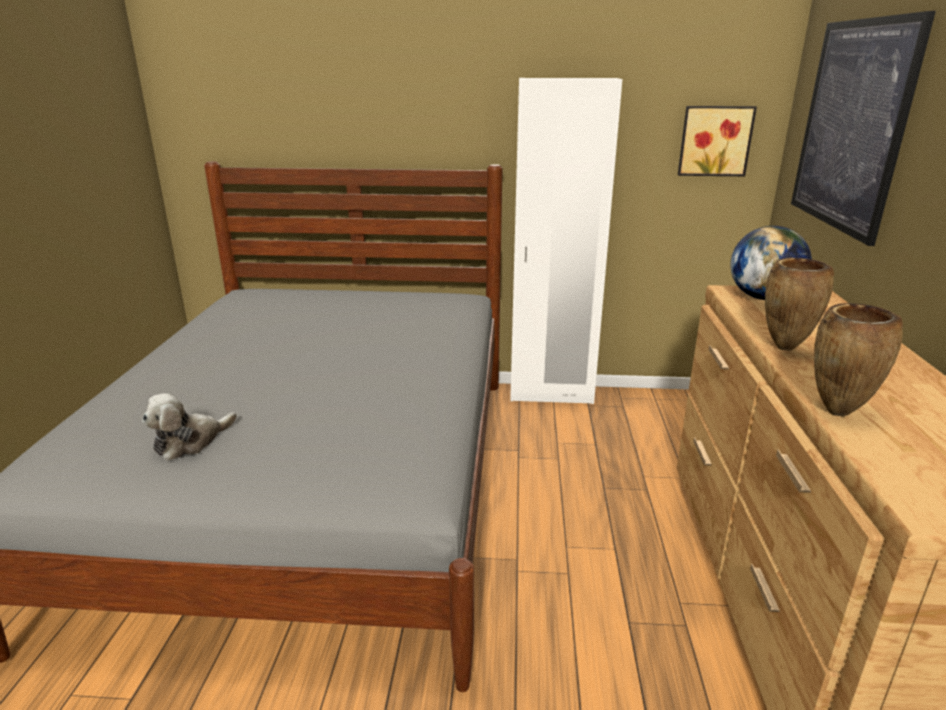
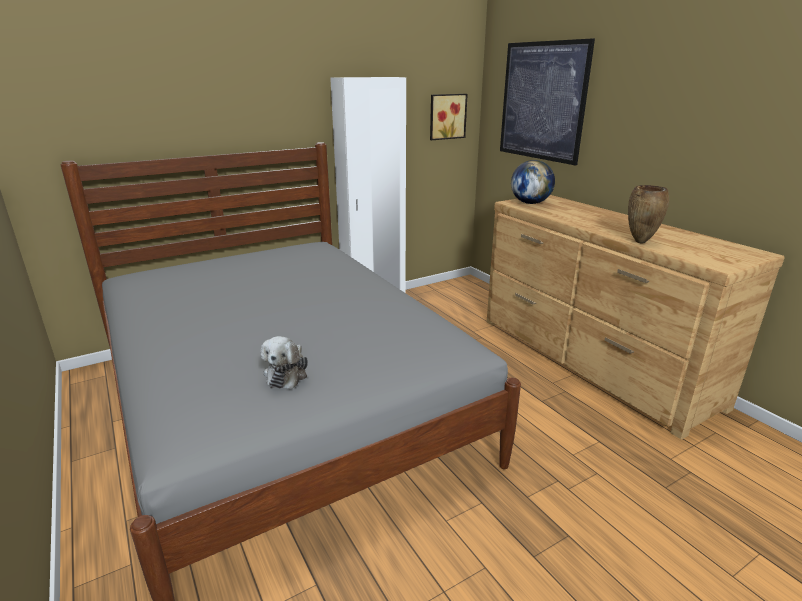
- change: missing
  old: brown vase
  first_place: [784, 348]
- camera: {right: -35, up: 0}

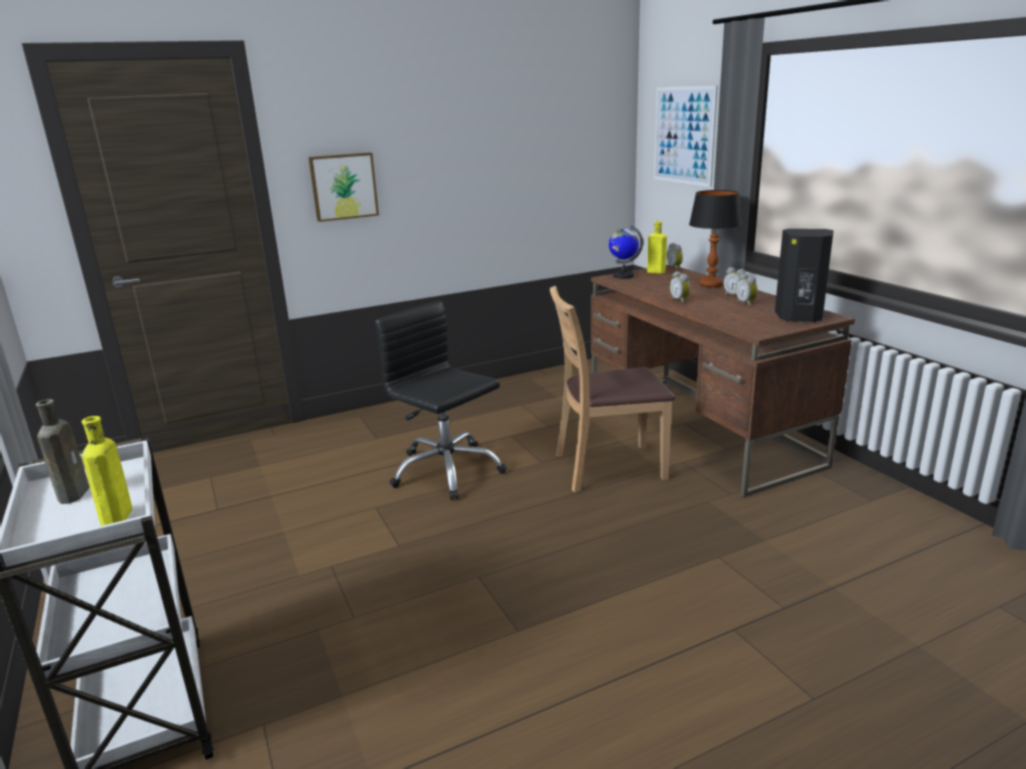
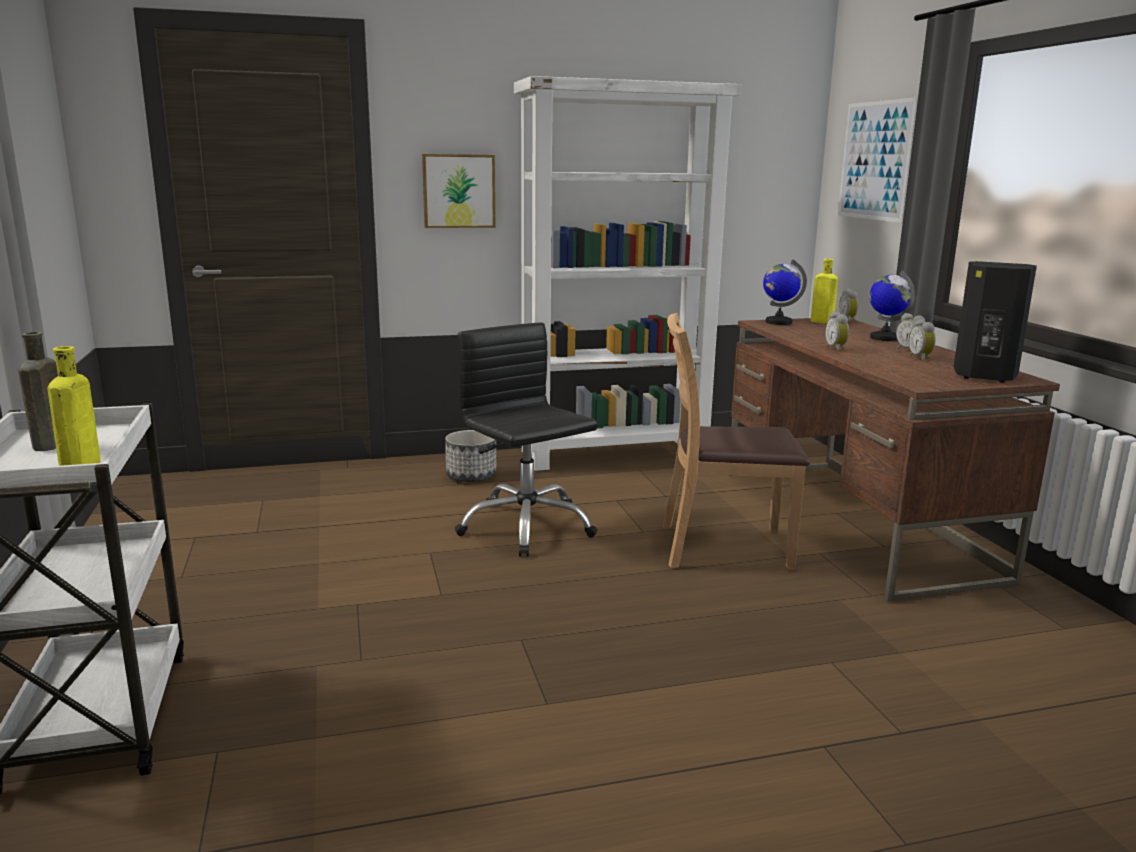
- change: appeared
  new: planter
  second_place: [471, 476]
- change: appeared
  new: white bookcase
  second_place: [615, 453]
- change: exchanged
  old: table lamp
  new: globe
  first_place: [710, 285]
  second_place: [885, 338]
- camera: {right: 10, up: -5}

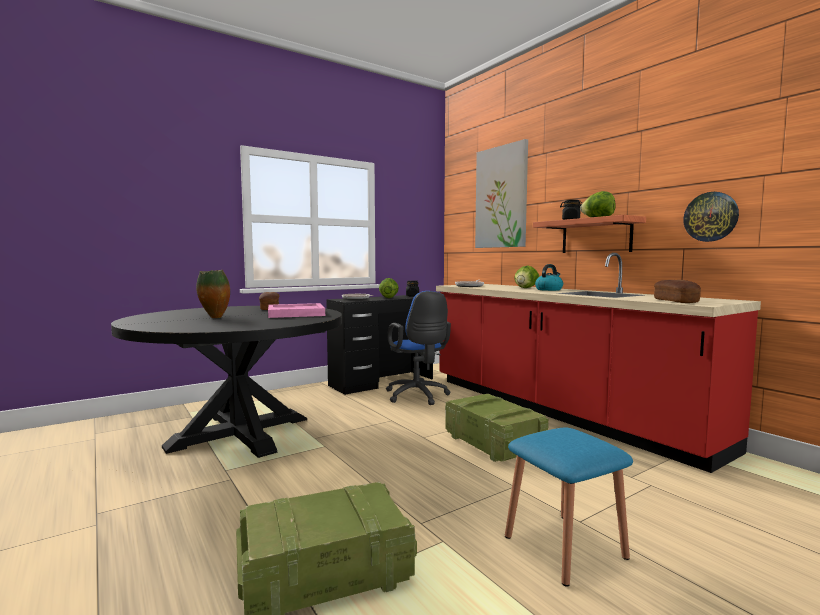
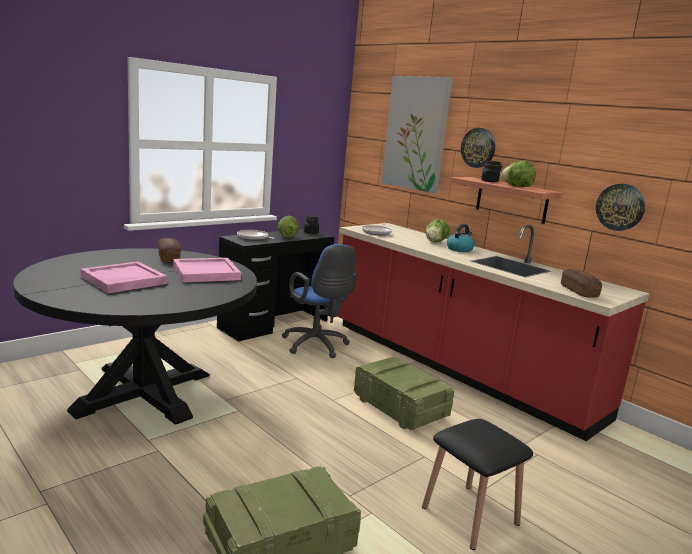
- change: exchanged
  old: vase
  new: pink tray
  first_place: [214, 318]
  second_place: [123, 280]
- change: colour
  old: blue stool
  new: black stool
  first_place: [564, 546]
  second_place: [470, 515]
- change: appeared
  new: wall clock
  second_place: [478, 147]
- camera: {right: -10, up: 10}

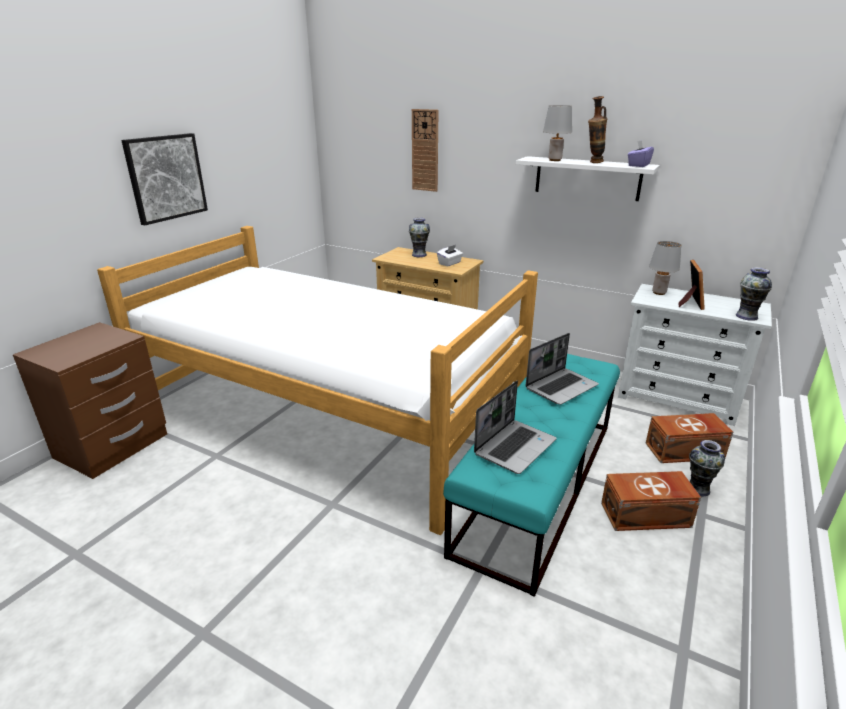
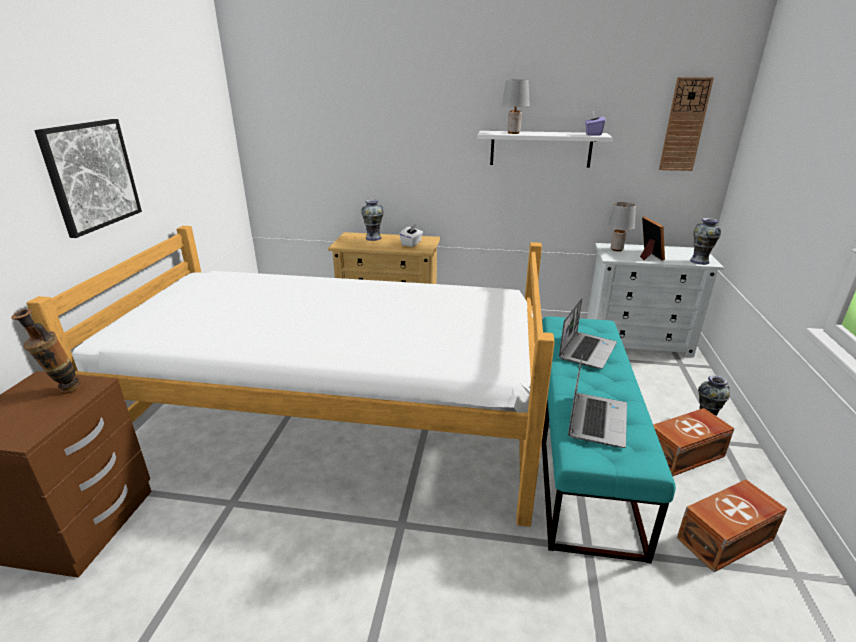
- change: relocated
  old: vase
  first_place: [593, 162]
  second_place: [63, 391]
- change: relocated
  old: wall clock
  first_place: [425, 150]
  second_place: [684, 125]
- change: relocated
  old: brown storage box
  first_place: [685, 451]
  second_place: [727, 539]
- camera: {right: -20, up: 0}

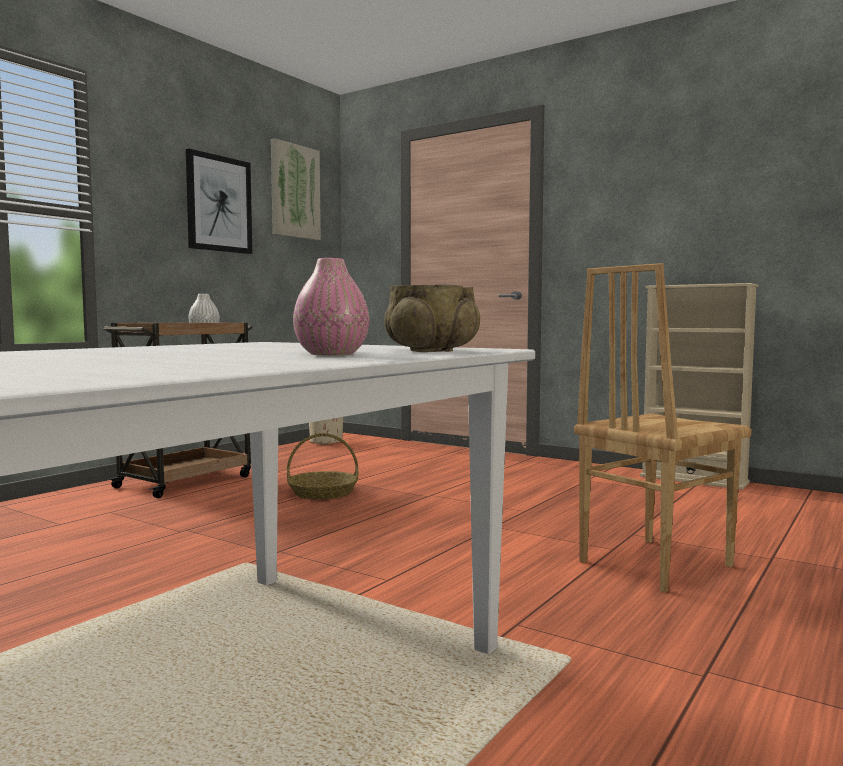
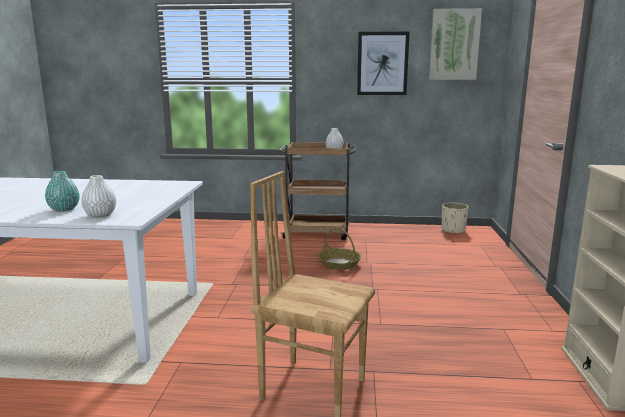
- change: colour
  old: pink vase
  new: turquoise vase
  first_place: [332, 354]
  second_place: [64, 209]
- change: exchanged
  old: beige bowl
  new: white vase
  first_place: [431, 351]
  second_place: [100, 215]
- camera: {right: 60, up: 10}

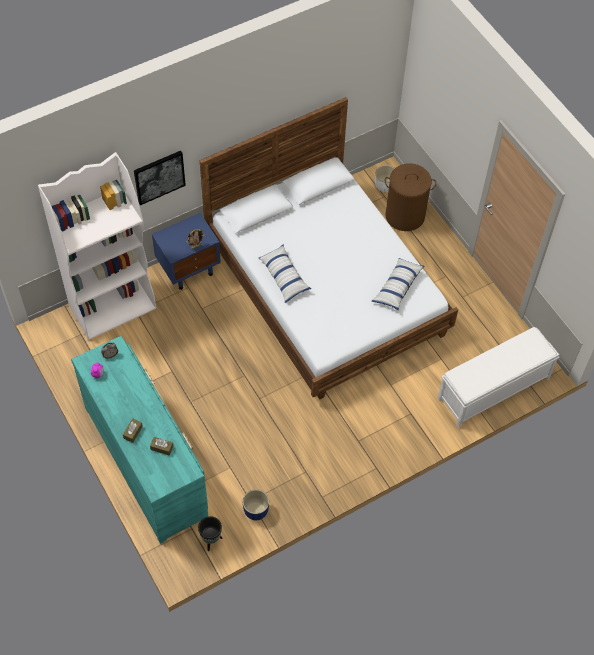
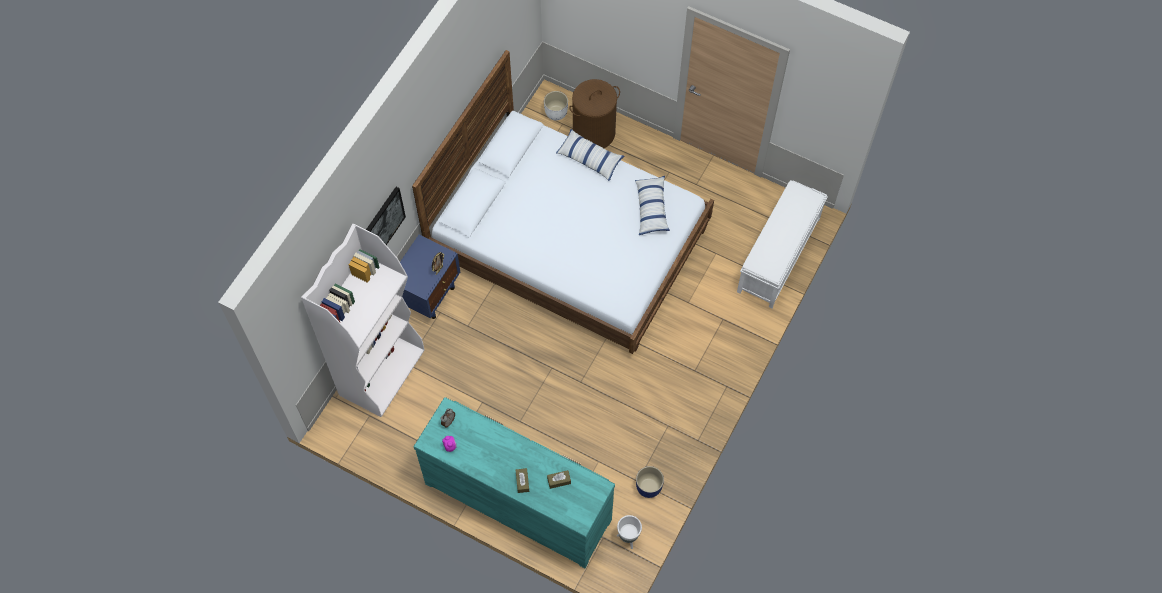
- change: relocated
  old: pillow
  first_place: [284, 277]
  second_place: [589, 158]
- change: colour
  old: black planter
  new: white planter
  first_place: [211, 540]
  second_place: [628, 538]
- camera: {right: -30, up: 5}

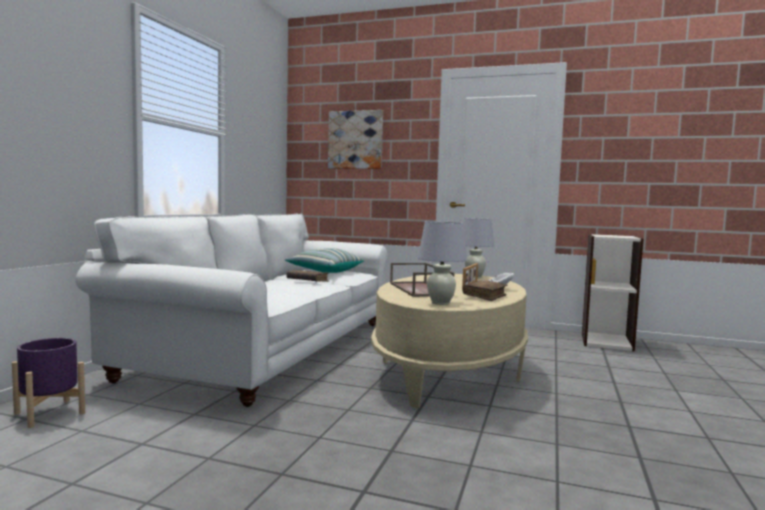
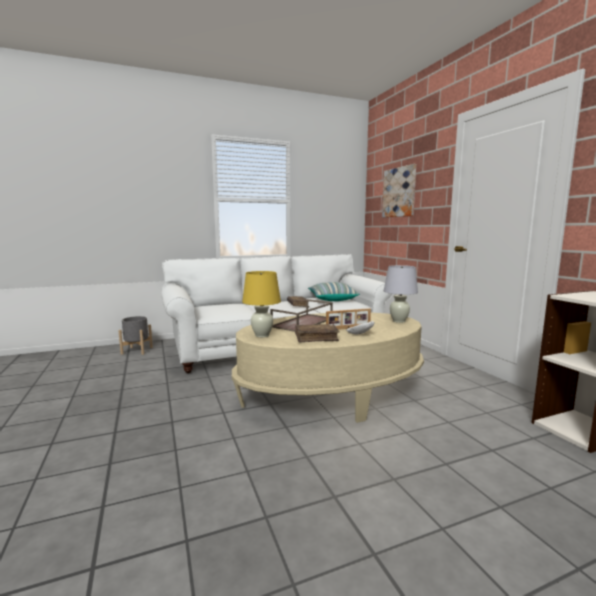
- change: colour
  old: purple planter
  new: grey planter
  first_place: [49, 413]
  second_place: [136, 350]
- change: colour
  old: white table lamp
  new: yellow table lamp
  first_place: [440, 303]
  second_place: [262, 335]
- camera: {right: 50, up: 5}

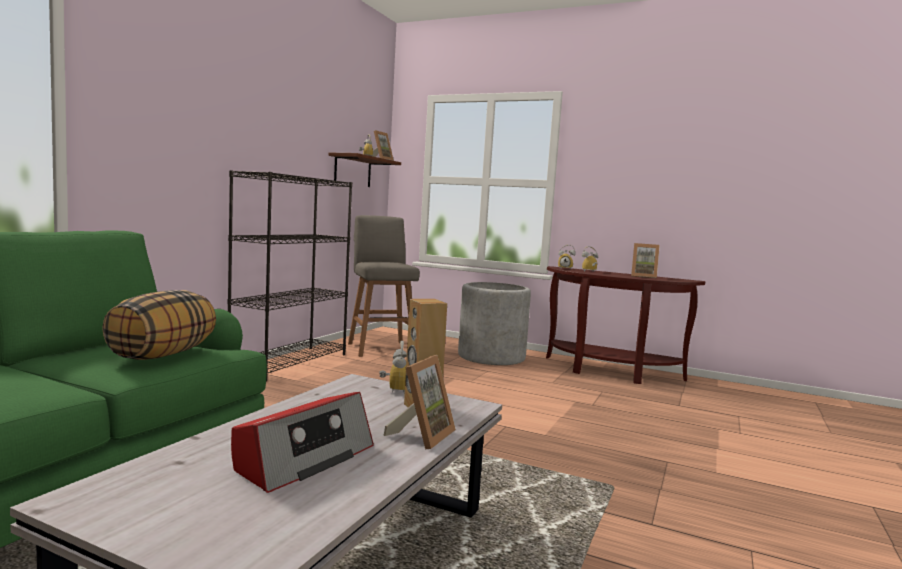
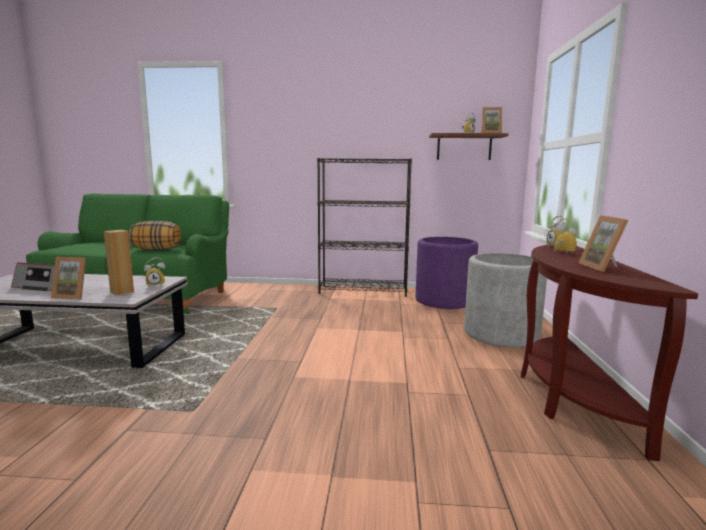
- change: exchanged
  old: grey stool
  new: purple planter
  first_place: [380, 348]
  second_place: [444, 300]
- camera: {right: 70, up: 5}

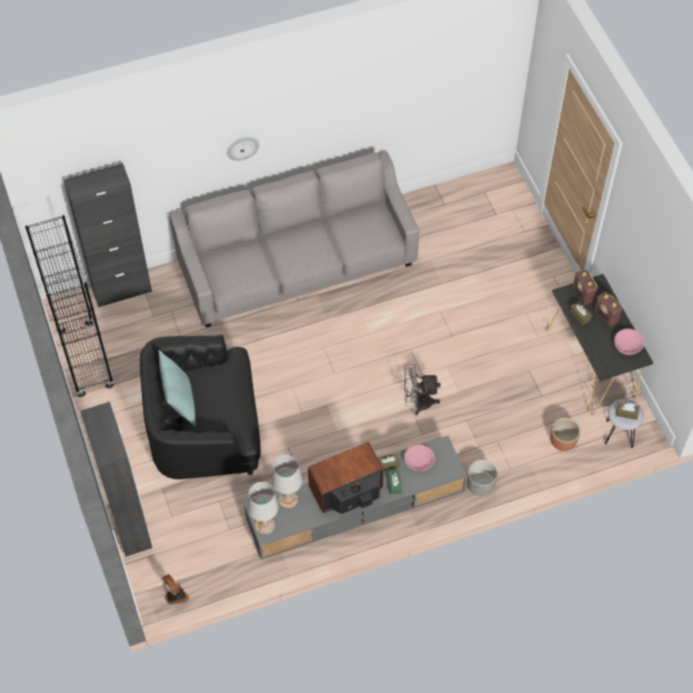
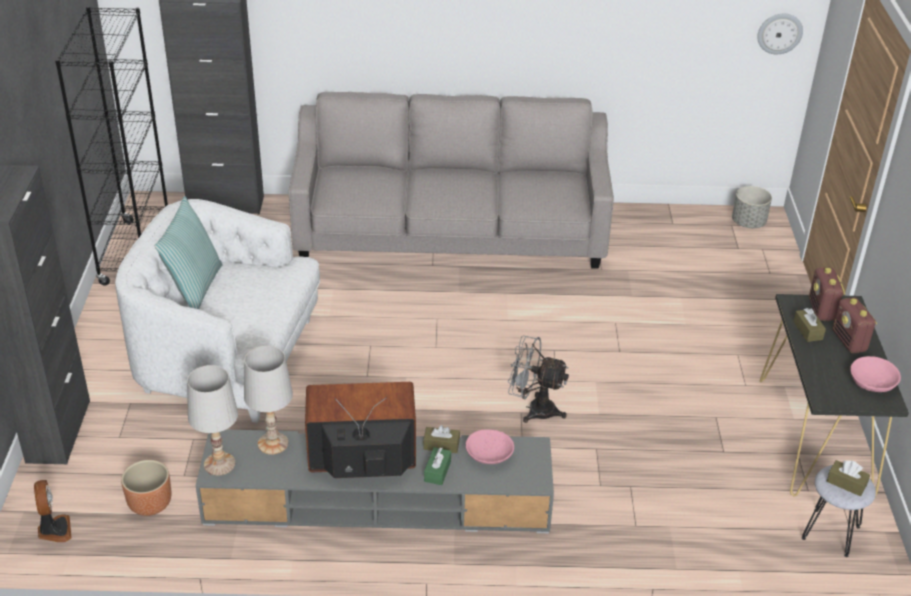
- change: colour
  old: black armchair
  new: white armchair
  first_place: [205, 431]
  second_place: [228, 360]
- change: relocated
  old: brown planter
  first_place: [562, 442]
  second_place: [149, 504]
- change: relocated
  old: grey planter
  first_place: [480, 485]
  second_place: [748, 223]
- change: relocated
  old: wall clock
  first_place: [242, 148]
  second_place: [779, 33]
- camera: {right: 20, up: -20}

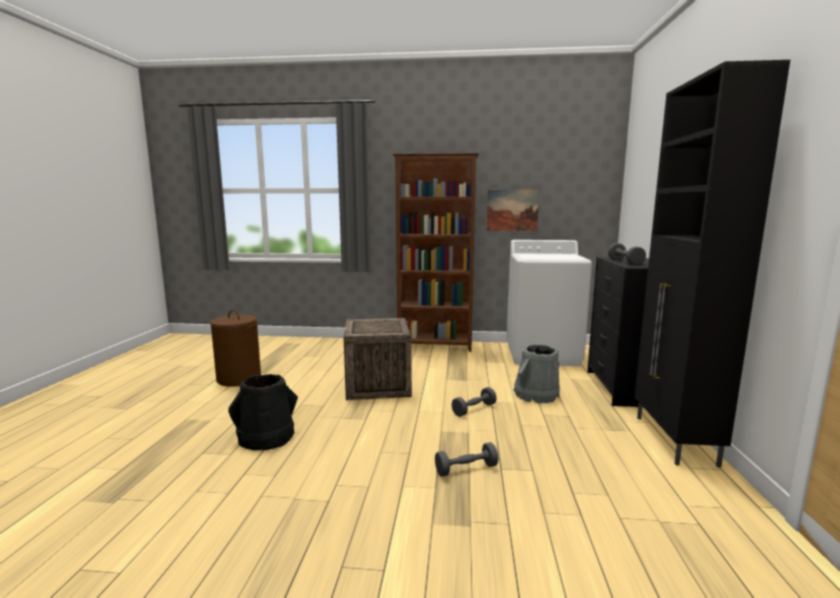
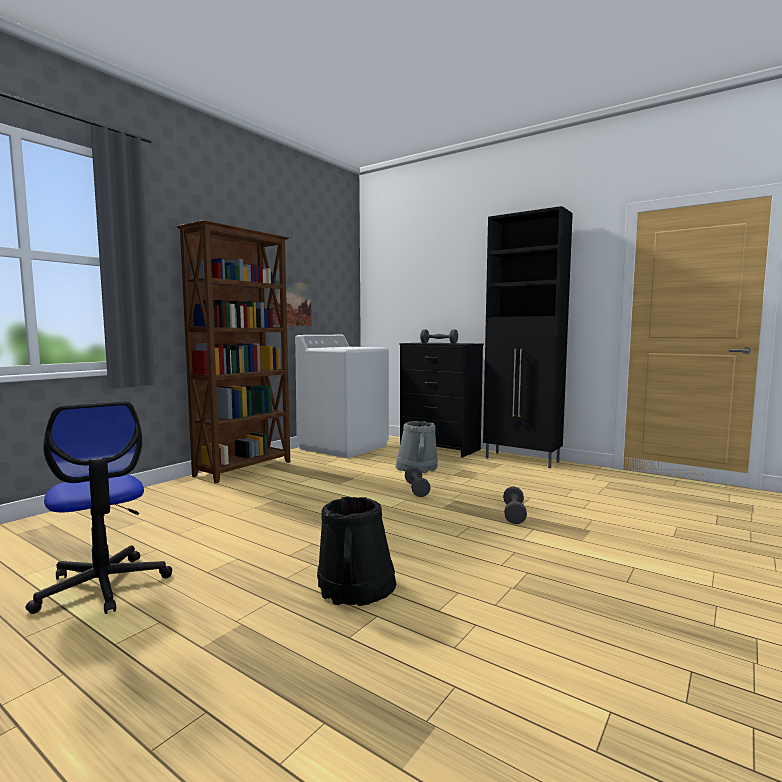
- change: exchanged
  old: brown laundry basket
  new: office chair
  first_place: [238, 378]
  second_place: [103, 586]
- change: missing
  old: crate
  first_place: [378, 385]
- camera: {right: -60, up: -5}

